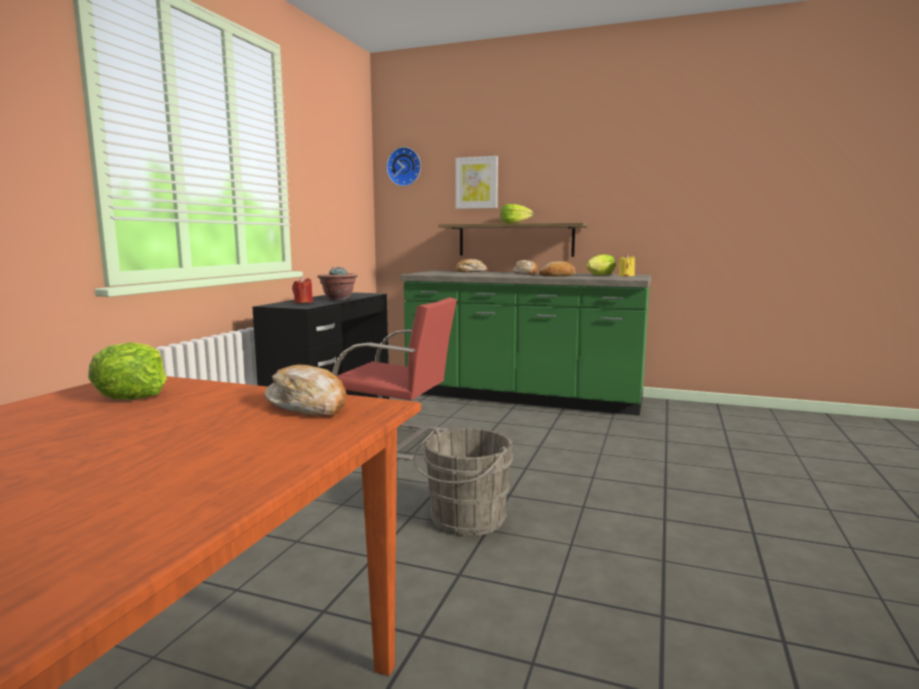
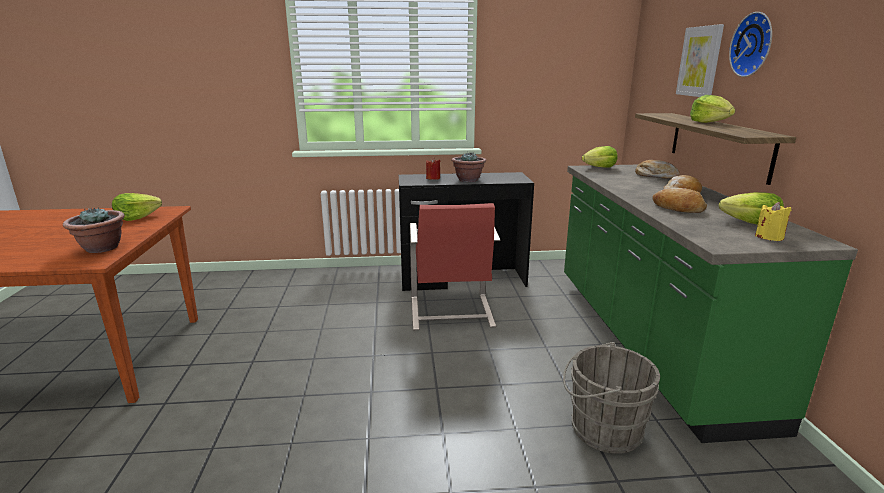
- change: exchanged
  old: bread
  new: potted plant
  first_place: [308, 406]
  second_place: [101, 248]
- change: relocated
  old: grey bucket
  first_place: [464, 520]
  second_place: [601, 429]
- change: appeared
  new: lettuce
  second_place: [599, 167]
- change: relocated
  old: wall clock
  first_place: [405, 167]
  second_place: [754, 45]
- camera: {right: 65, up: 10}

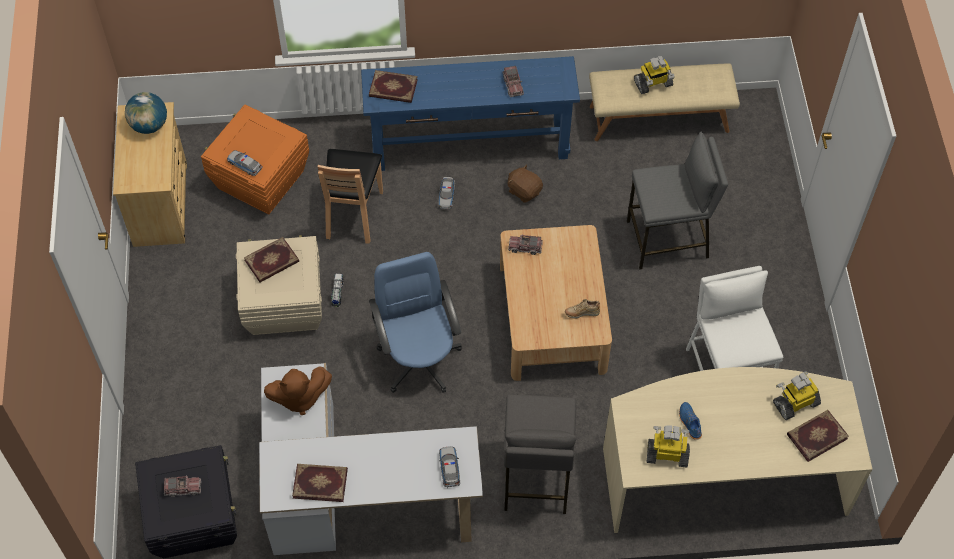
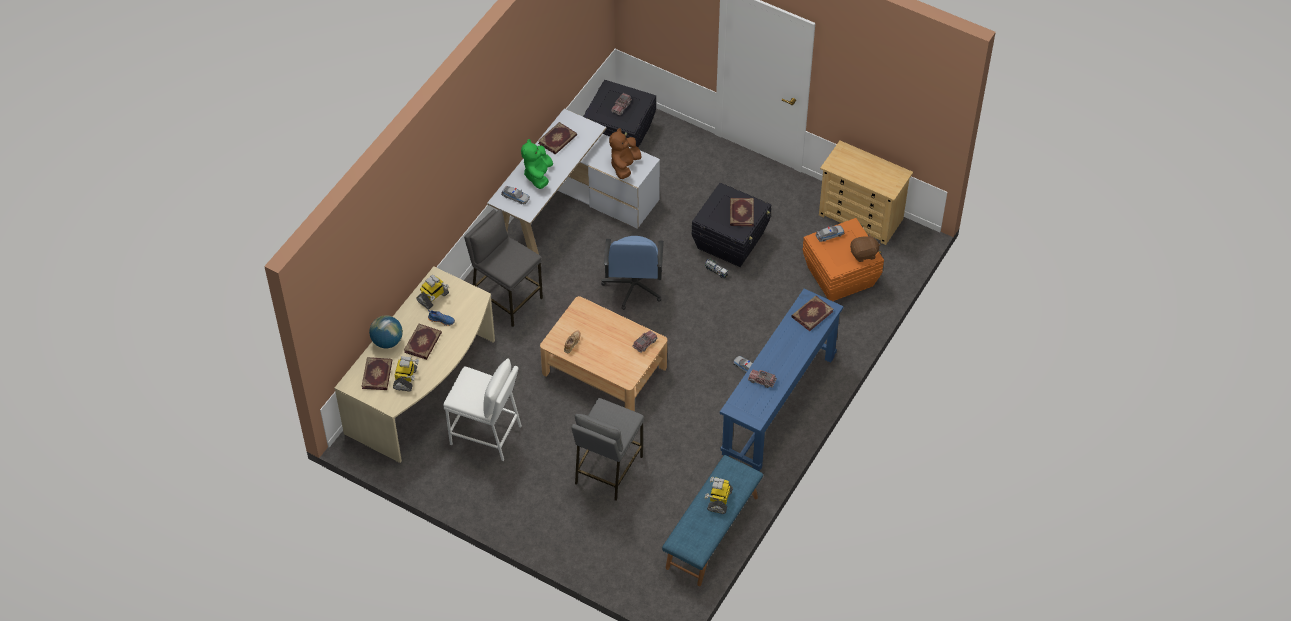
- change: relocated
  old: globe
  first_place: [149, 125]
  second_place: [387, 341]
- change: appeared
  new: book
  second_place: [423, 343]
- change: appeared
  new: green plush toy
  second_place: [538, 175]
- change: spun
  old: blue office chair
  first_place: [419, 359]
  second_place: [633, 286]
  degrees: 75
- change: colour
  old: beige bench
  new: blue bench
  first_place: [659, 118]
  second_place: [712, 533]
- change: colour
  old: beige storage box
  new: black storage box
  first_place: [283, 303]
  second_place: [731, 241]
- change: relocated
  old: brown plush toy
  first_place: [524, 190]
  second_place: [864, 254]
- change: missing
  old: brown chair
  first_place: [353, 214]
- camera: {right: 125, up: -5}

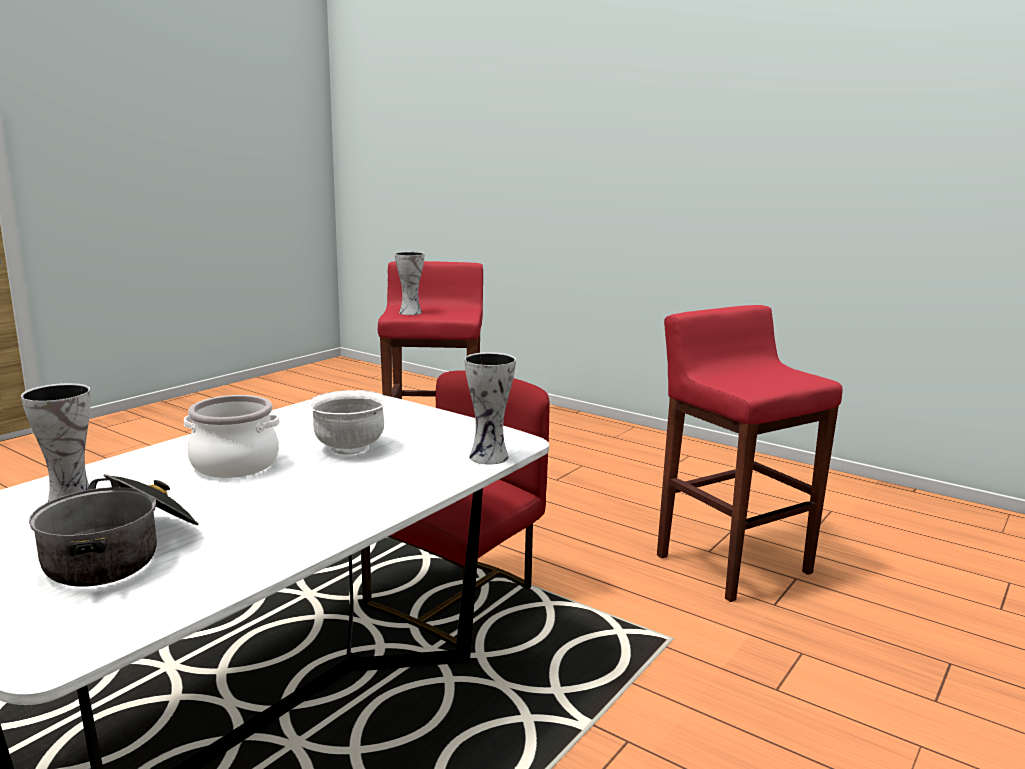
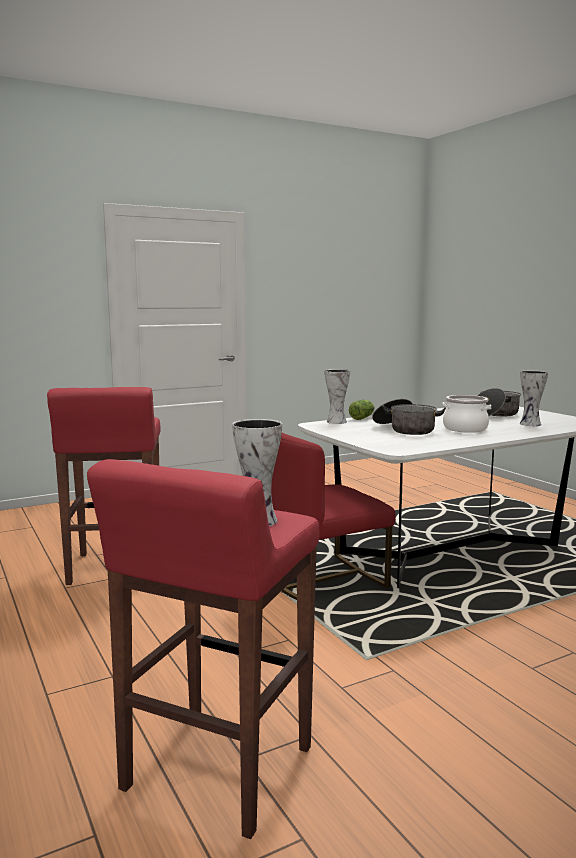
- change: appeared
  new: lettuce
  second_place: [363, 418]
- change: exchanged
  old: white bowl
  new: cooking pot
  first_place: [349, 448]
  second_place: [405, 429]
- camera: {right: -155, up: -5}

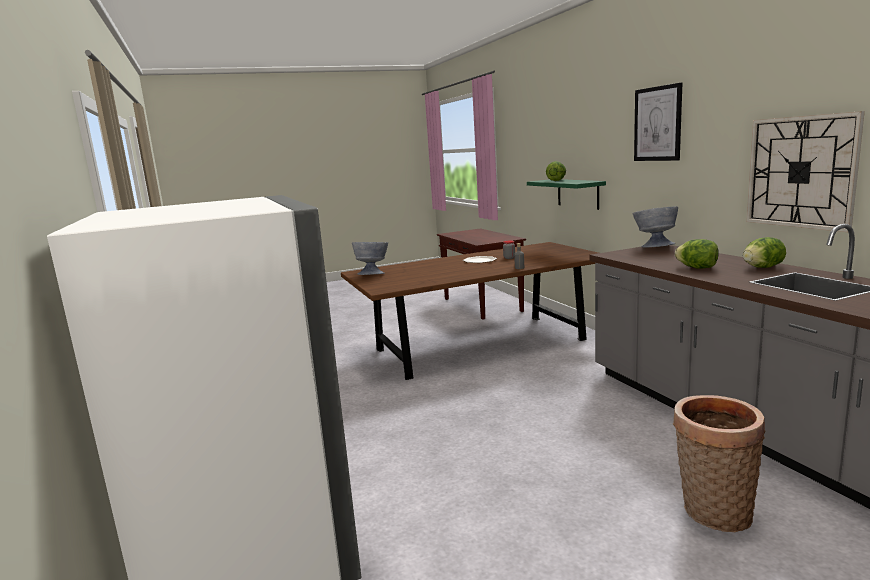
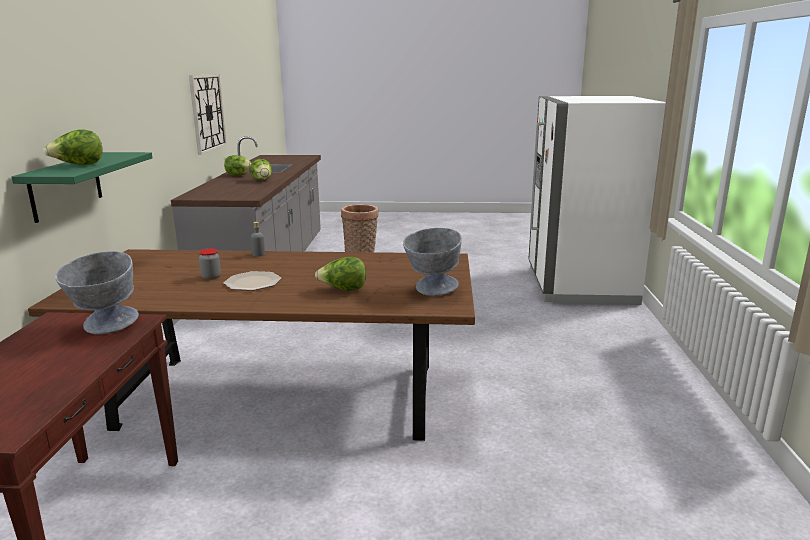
- change: relocated
  old: grey bowl
  first_place: [654, 247]
  second_place: [105, 328]
- change: appeared
  new: lettuce
  second_place: [343, 290]
- change: missing
  old: picture
  first_place: [657, 124]
- camera: {right: -155, up: 5}

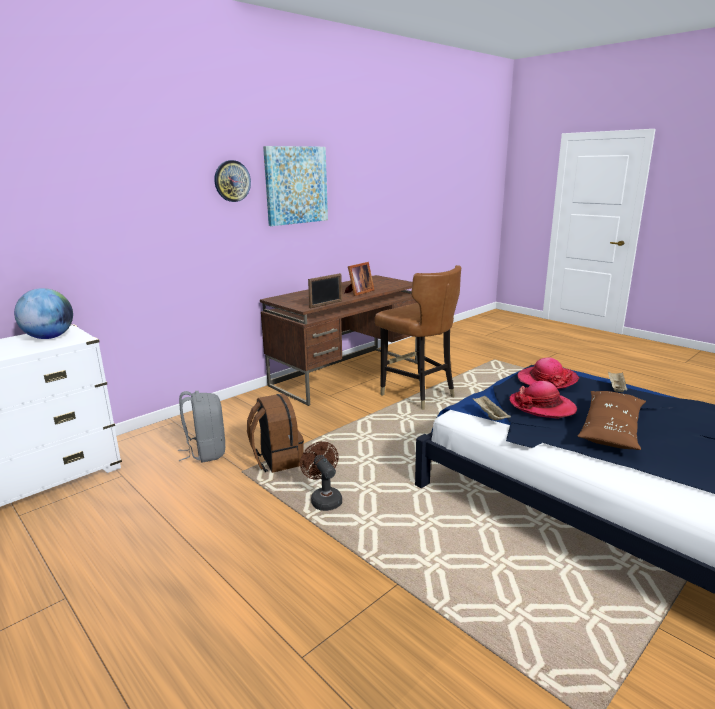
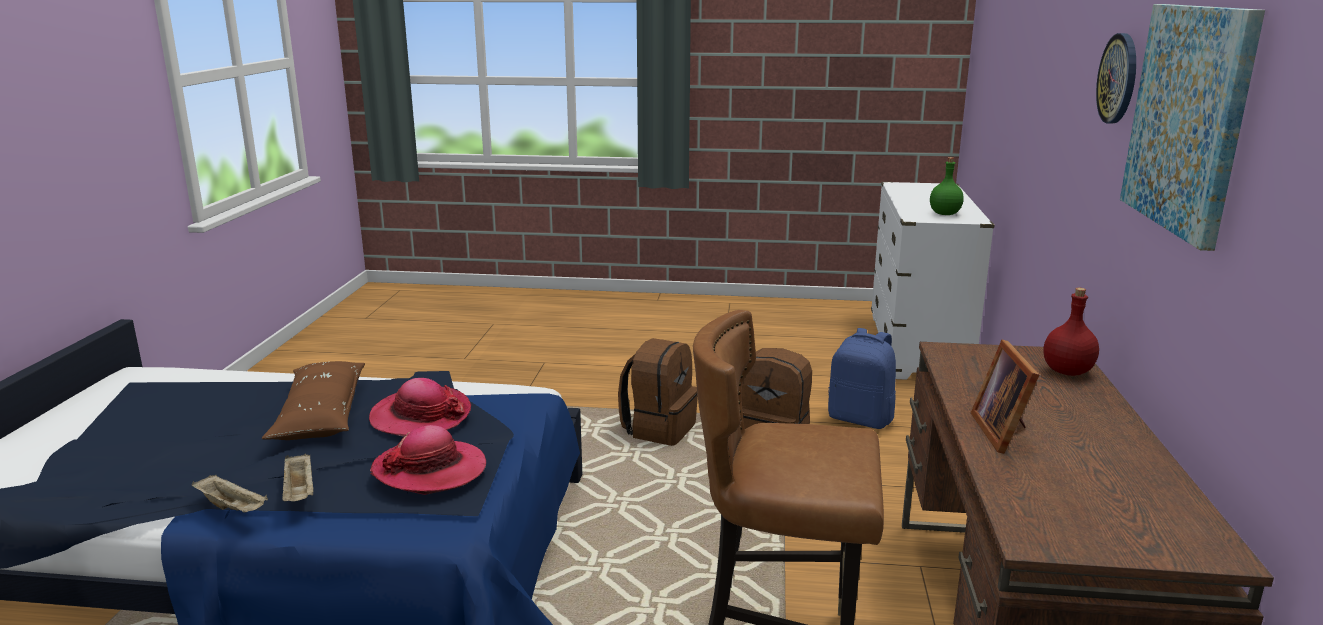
- change: relocated
  old: beige tray
  first_place: [489, 415]
  second_place: [233, 508]
- change: exchanged
  old: brown fan
  new: brown backpack
  first_place: [324, 499]
  second_place: [659, 429]
- change: colour
  old: grey backpack
  new: blue backpack
  first_place: [206, 452]
  second_place: [861, 419]
- change: exchanged
  old: globe
  new: green bottle
  first_place: [49, 337]
  second_place: [945, 214]
- change: appeared
  new: red bottle
  second_place: [1066, 372]
- change: missing
  old: picture frame
  first_place: [326, 304]
- camera: {right: 140, up: 0}

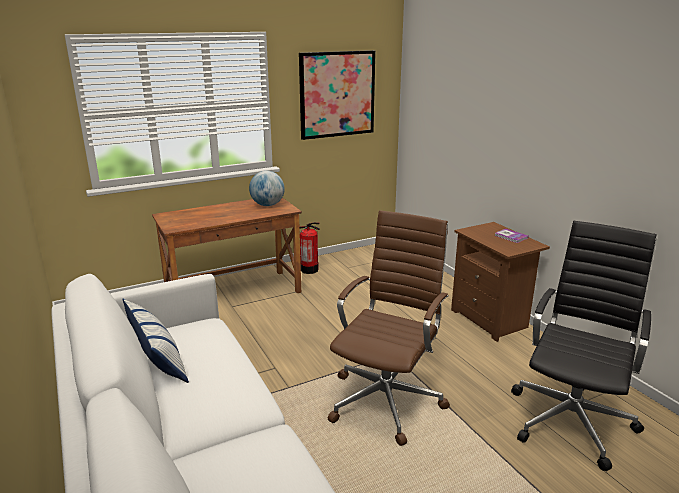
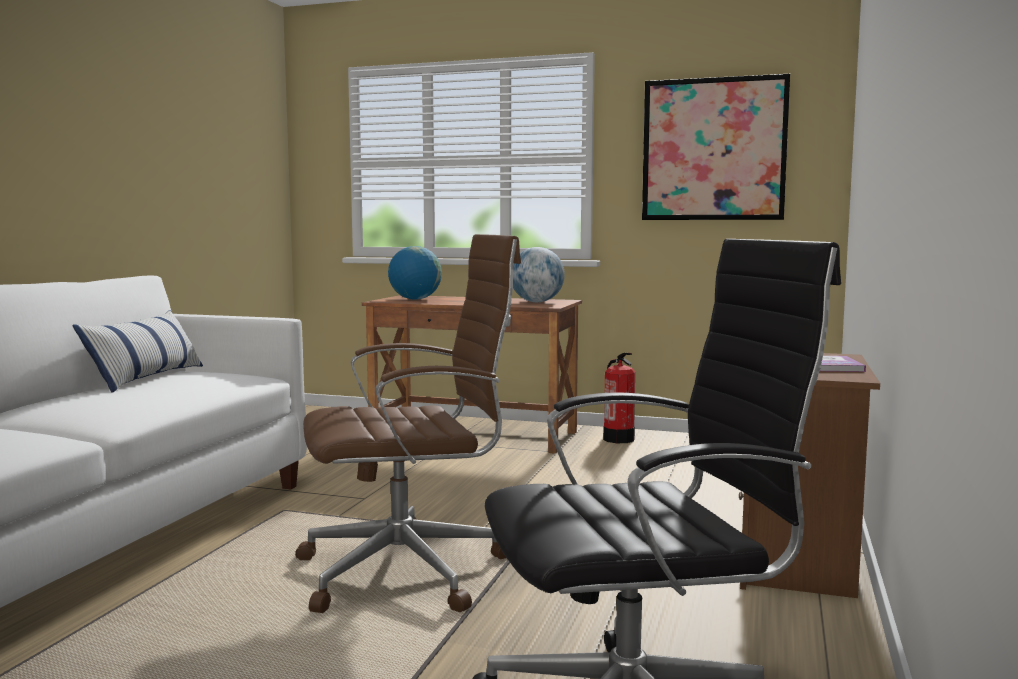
- change: appeared
  new: globe
  second_place: [415, 299]
- camera: {right: 45, up: -15}

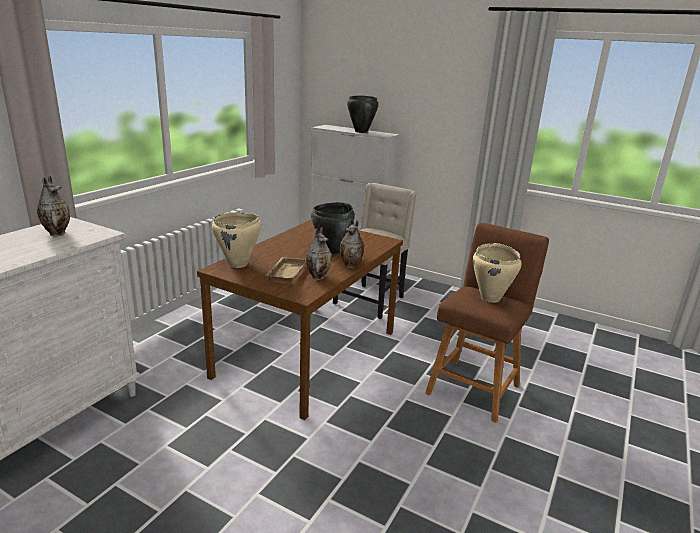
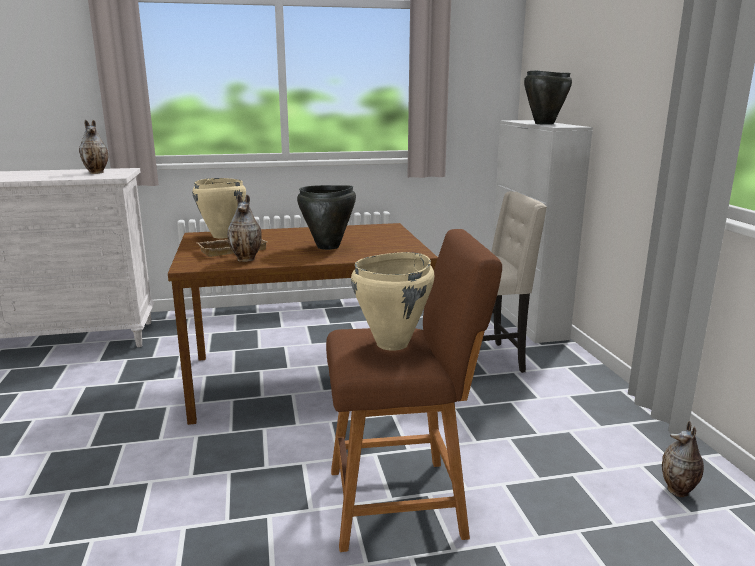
- change: relocated
  old: vase
  first_place: [352, 266]
  second_place: [679, 491]
- camera: {right: 50, up: -5}

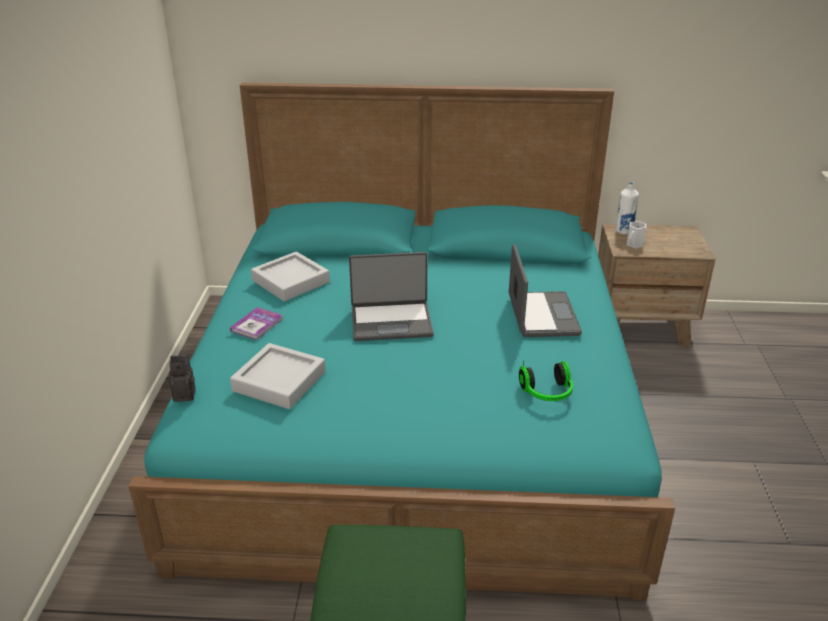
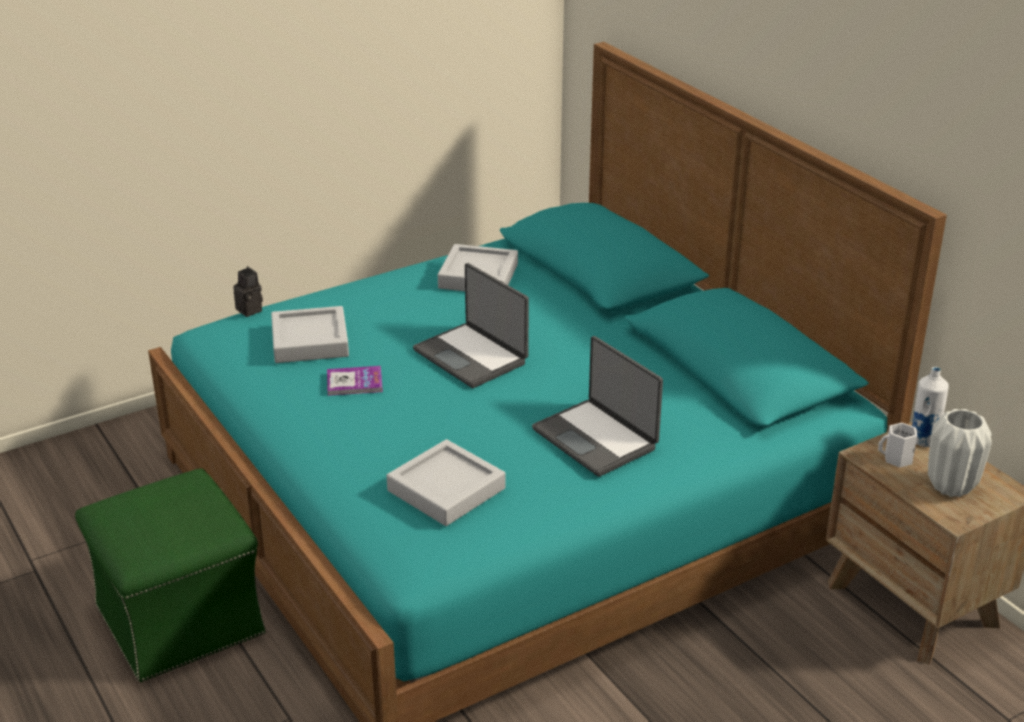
- change: relocated
  old: book
  first_place: [257, 325]
  second_place: [354, 382]
- change: exchanged
  old: headphones
  new: grey tray
  first_place: [547, 393]
  second_place: [446, 489]
- change: spun
  old: laptop
  first_place: [541, 315]
  second_place: [596, 438]
  degrees: 90
- change: appeared
  new: white vase
  second_place: [950, 486]
- camera: {right: 55, up: 0}

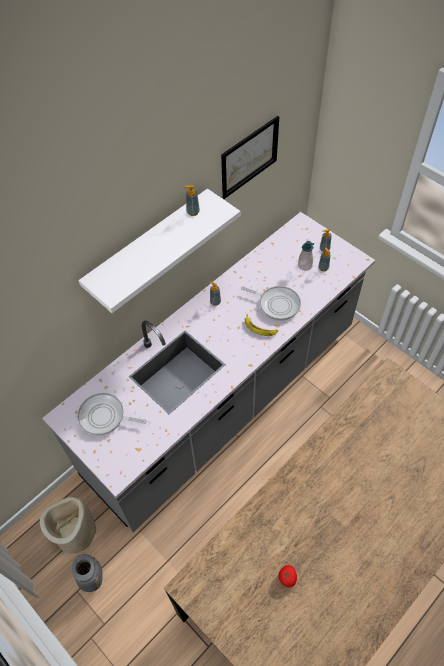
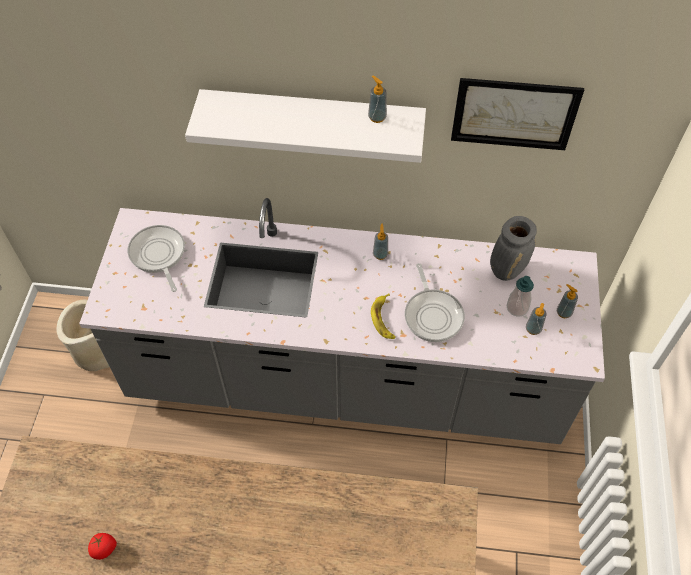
- change: relocated
  old: grey vase
  first_place: [92, 578]
  second_place: [506, 269]
- camera: {right: 50, up: 0}

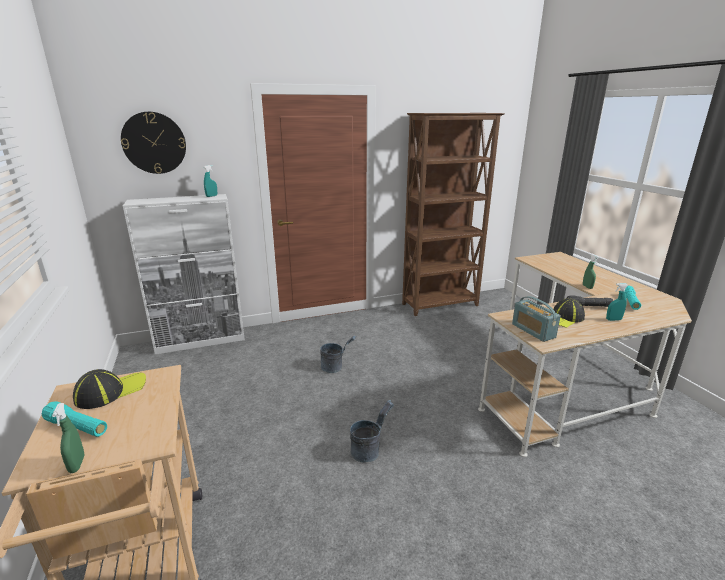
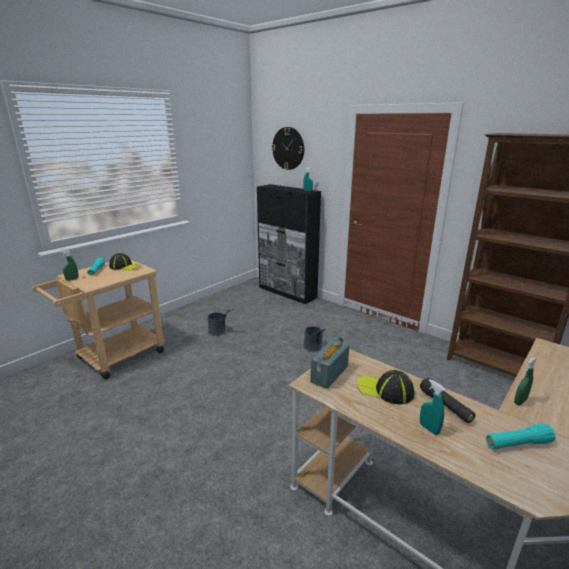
- change: relocated
  old: grey bucket
  first_place: [369, 450]
  second_place: [220, 332]
- change: colour
  old: white cabinet
  new: black cabinet
  first_place: [201, 340]
  second_place: [287, 292]
- camera: {right: 60, up: 0}

